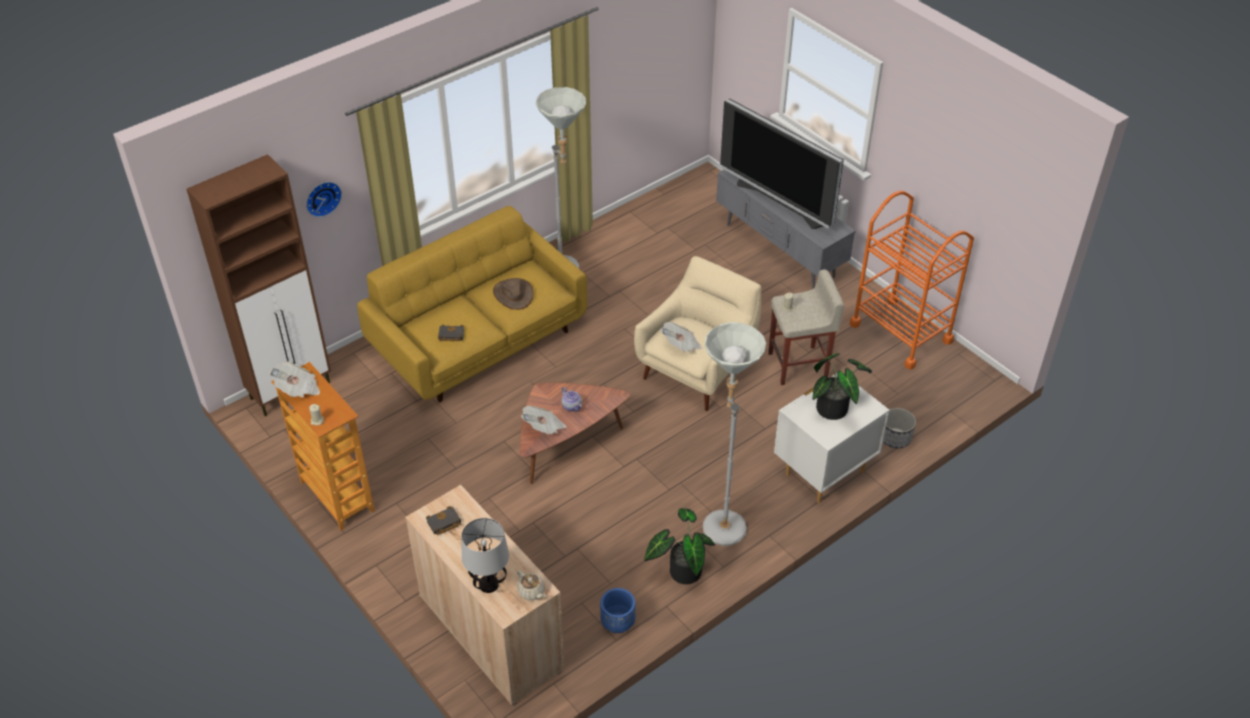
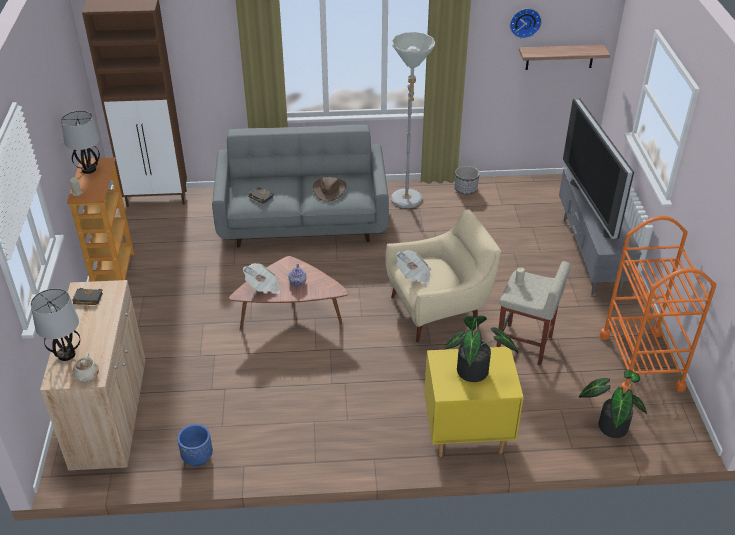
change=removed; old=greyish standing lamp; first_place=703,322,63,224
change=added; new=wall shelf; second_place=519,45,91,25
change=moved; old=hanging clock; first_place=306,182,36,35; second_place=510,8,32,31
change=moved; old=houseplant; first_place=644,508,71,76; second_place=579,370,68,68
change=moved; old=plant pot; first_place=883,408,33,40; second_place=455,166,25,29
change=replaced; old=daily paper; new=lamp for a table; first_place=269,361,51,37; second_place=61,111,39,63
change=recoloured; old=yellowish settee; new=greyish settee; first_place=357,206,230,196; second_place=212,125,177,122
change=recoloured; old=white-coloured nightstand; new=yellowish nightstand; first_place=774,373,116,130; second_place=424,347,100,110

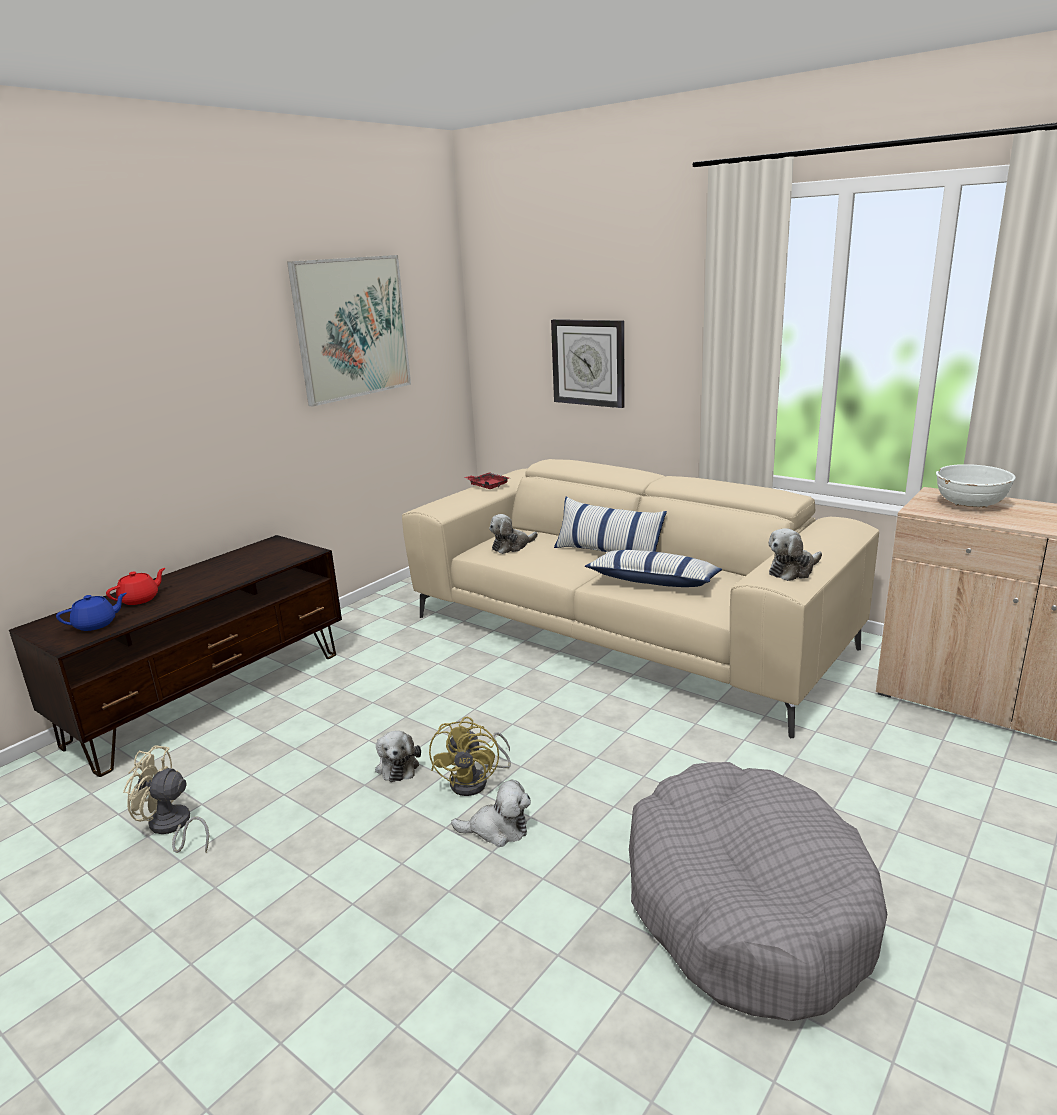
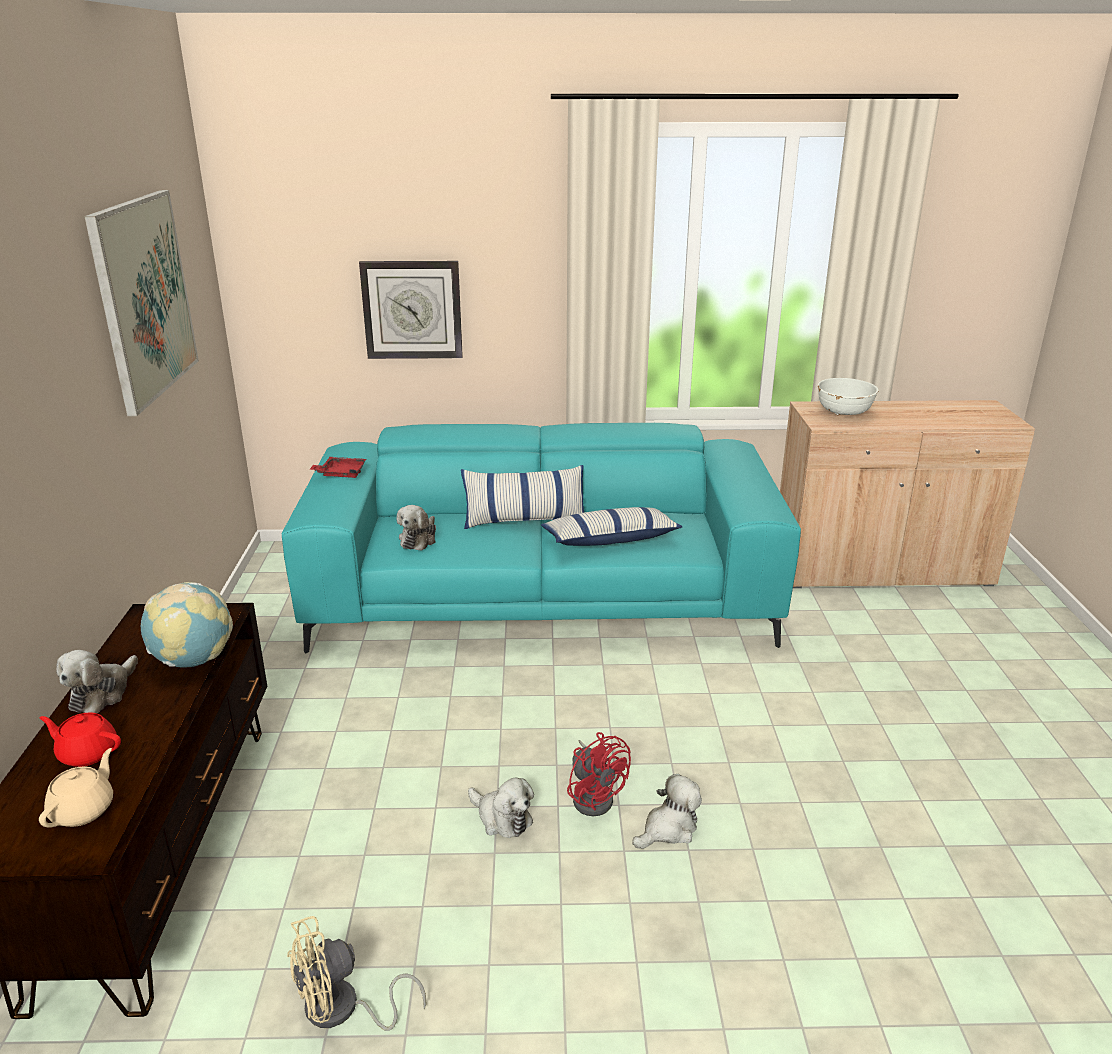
change=removed; old=greyish pet bed; first_place=629,762,258,259
change=added; new=globe; second_place=141,582,92,86
change=moved; old=soft toy; first_place=769,528,53,53; second_place=56,650,82,63
change=recoloured; old=blue-coloured teapot; new=beige-coloured teapot; first_place=56,593,71,38; second_place=39,748,74,79
change=recoloured; old=beige-coloured settee; new=turquoise-coloured settee; first_place=402,459,477,280; second_place=282,423,519,231
change=recoloured; old=yellowish fan; new=reddish fan; first_place=429,716,82,80; second_place=567,732,64,84
change=turned; old=reddish teapot; first_place=106,568,59,37; second_place=40,712,81,55; degrees=-75

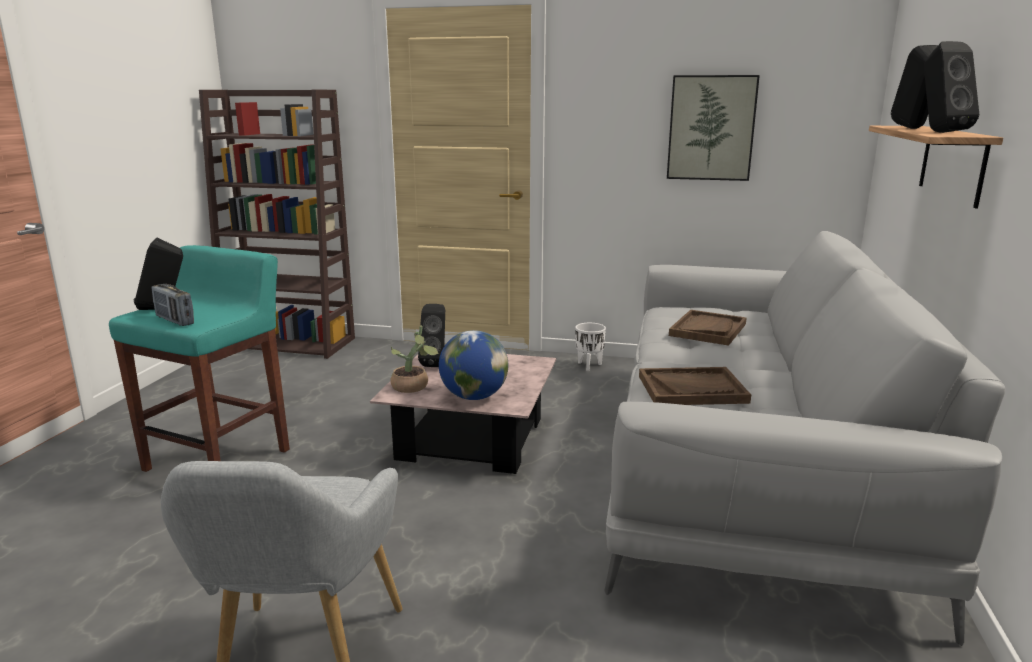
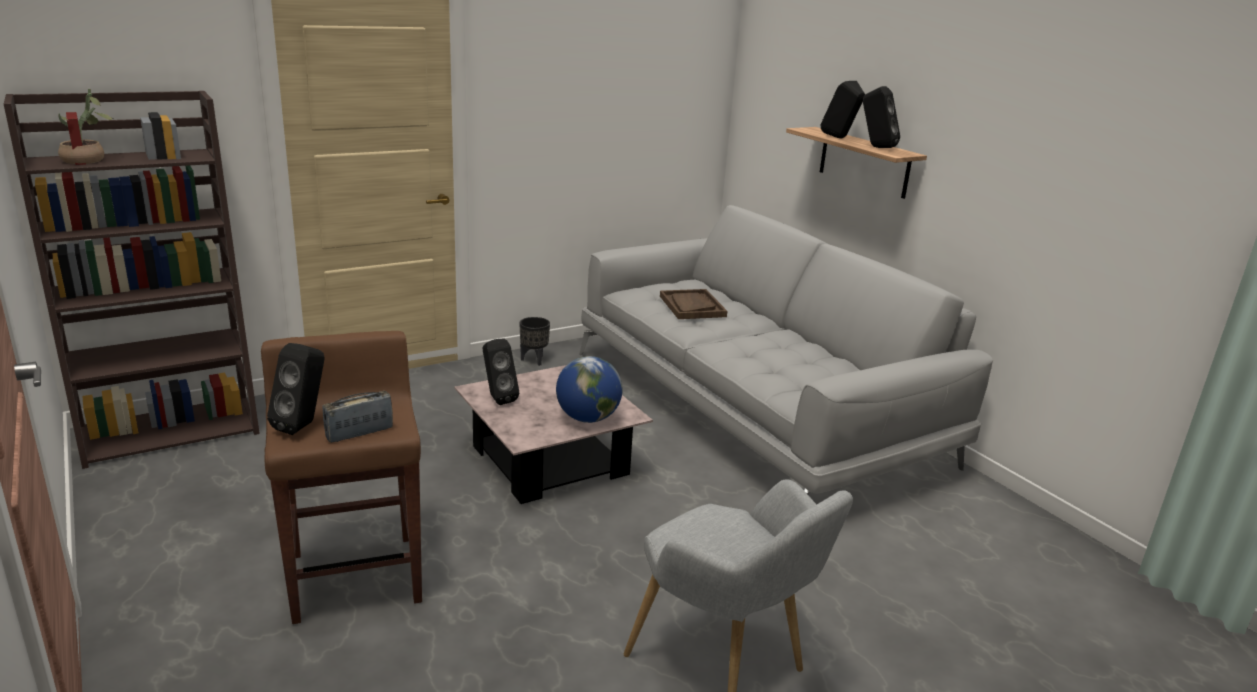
change=removed; old=brown serving tray; first_place=639,367,112,38
change=removed; old=picture; first_place=667,75,93,106
change=moved; old=houseplant; first_place=390,326,49,67; second_place=58,89,55,75
change=recoloured; old=turquoise-coloured stool seat; new=brown stool seat; first_place=109,245,181,227; second_place=261,331,161,293
change=recoloured; old=white-coloured plant pot; new=black plant pot; first_place=575,323,31,48; second_place=519,317,31,49
change=turned; old=radio; first_place=152,284,42,42; second_place=322,391,71,52; degrees=150

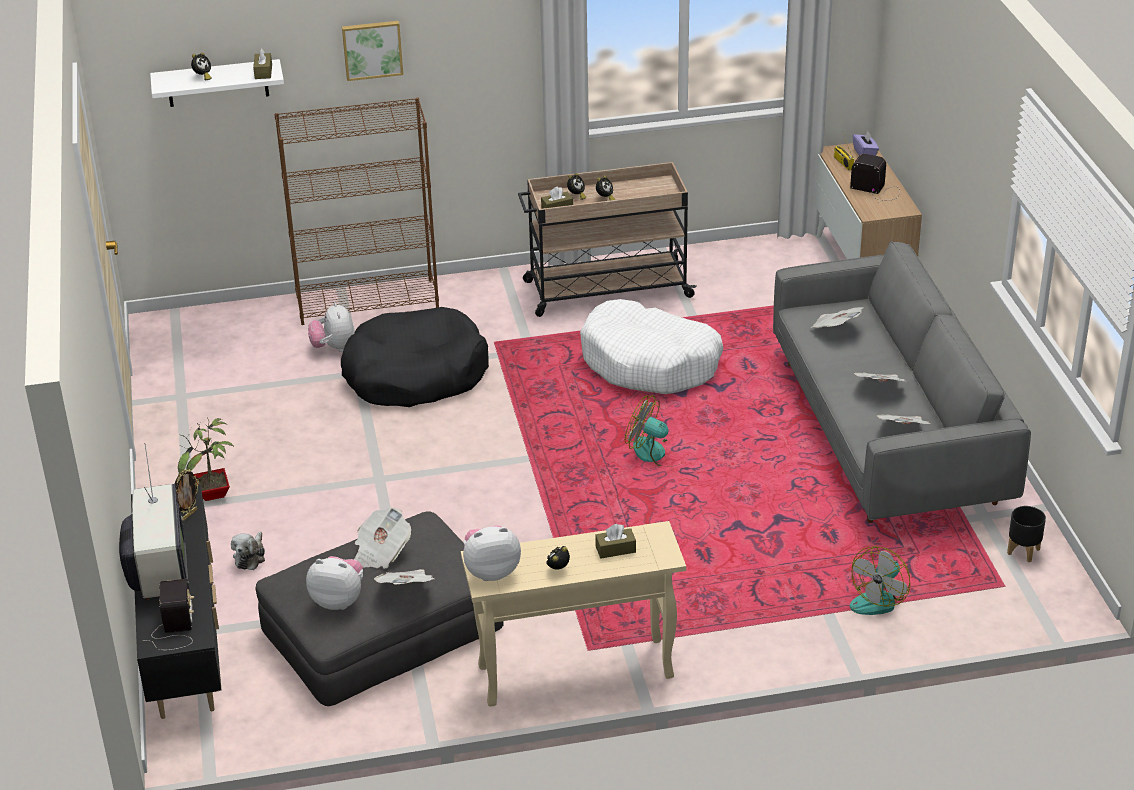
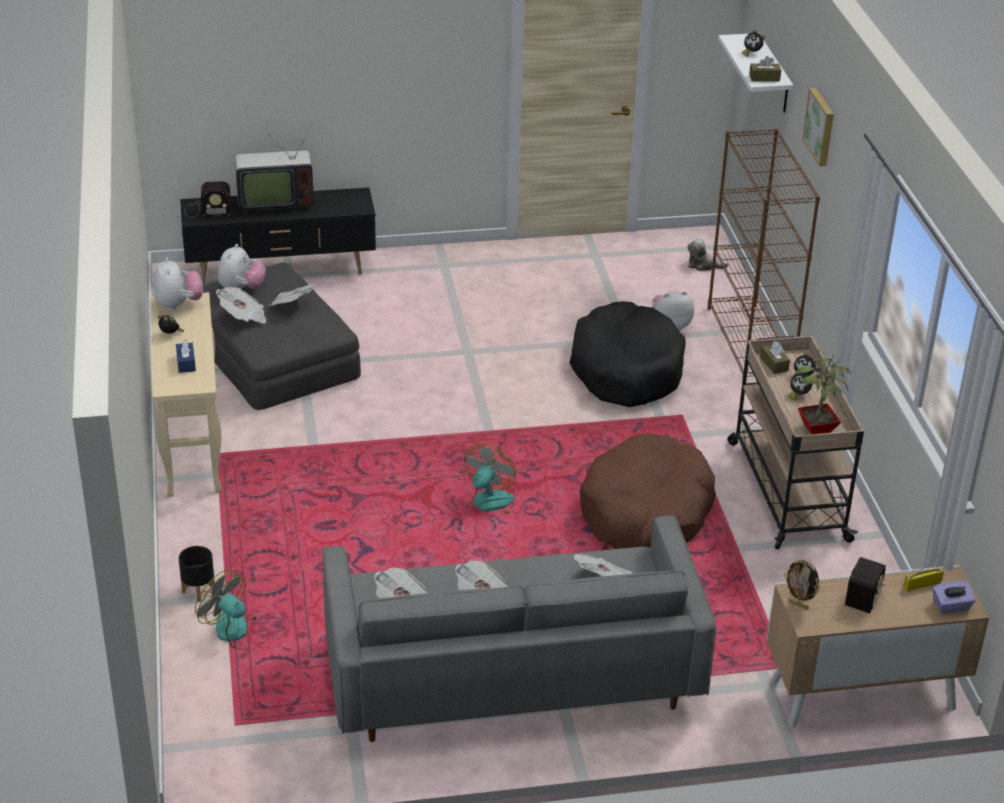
change=moved; old=standing frame; first_place=175,469,24,52; second_place=784,560,36,50
change=moved; old=houseplant; first_place=178,417,56,84; second_place=793,349,58,85
change=moved; old=soft toy; first_place=231,531,34,39; second_place=688,238,41,33
change=moved; old=black plant pot; first_place=1007,506,39,56; second_place=179,546,36,56
change=recoloured; old=white-coloured pet bed; new=brown pet bed; first_place=580,299,143,95; second_place=580,433,136,116
change=recoloured; old=brown box of tissues; new=blue-coloured box of tissues; first_place=595,524,41,35; second_place=176,339,20,34

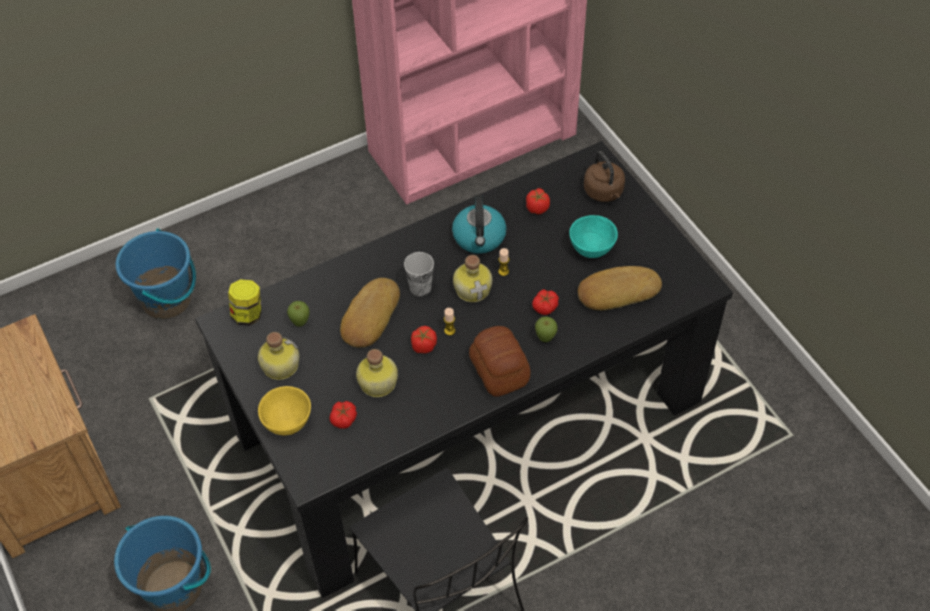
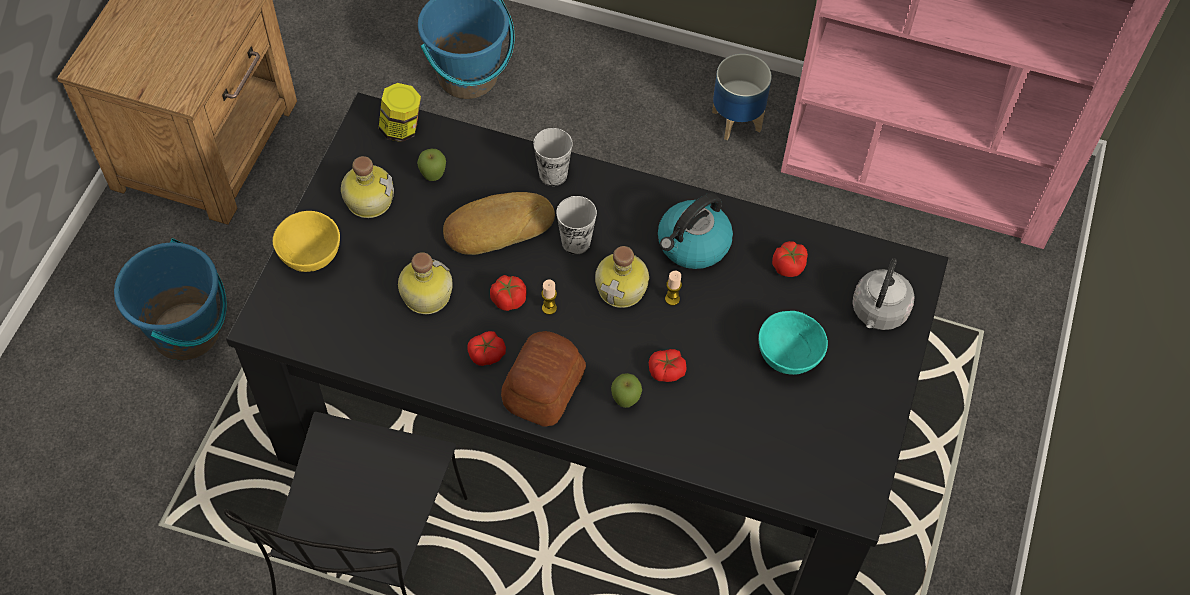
change=removed; old=bakery bread; first_place=578,266,84,44
change=added; new=small cup; second_place=533,128,40,58
change=added; new=plant pot; second_place=712,54,60,86
change=moved; old=tomato; first_place=330,401,27,28; second_place=467,331,39,35
change=recoloured; old=brown water kettle; new=greyish water kettle; first_place=584,151,41,51; second_place=852,258,63,72

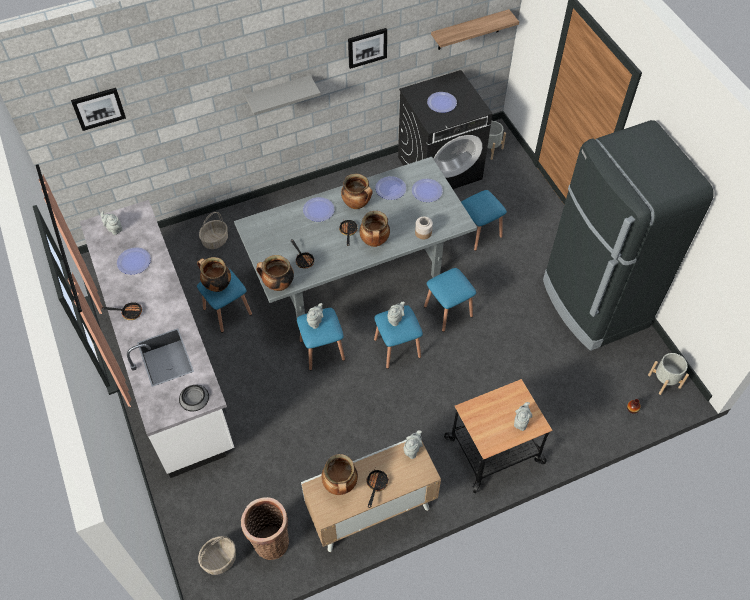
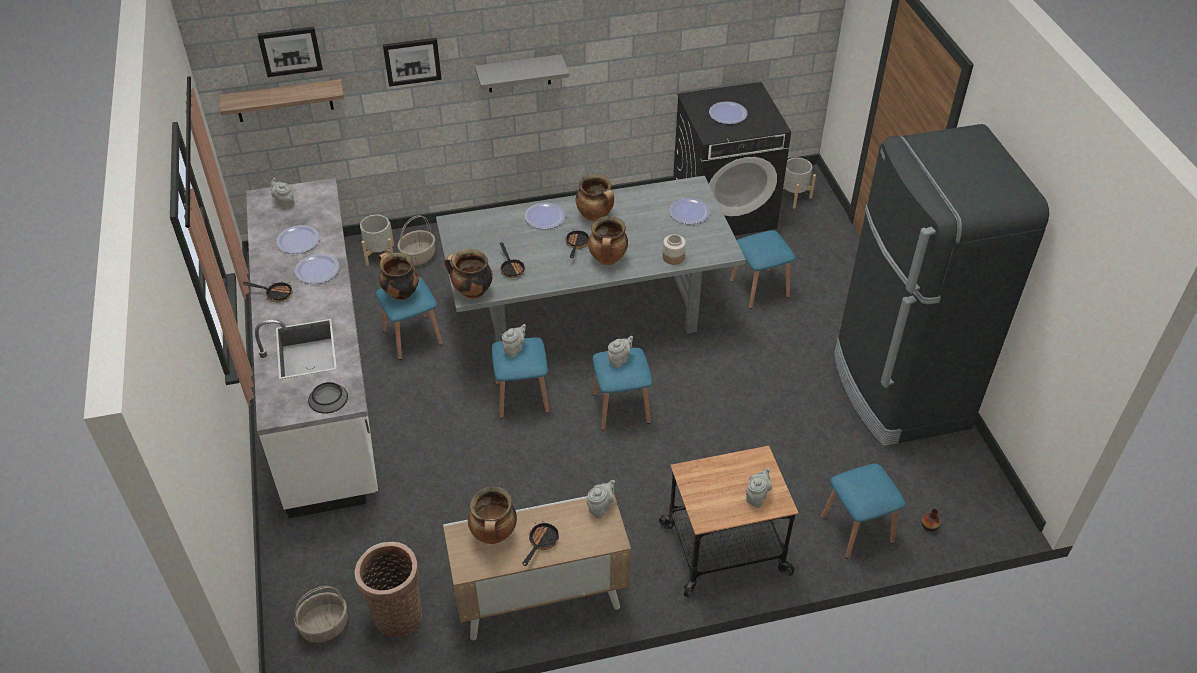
change=moved; old=picture; first_place=348,28,39,41; second_place=383,38,59,49
change=moved; old=dinner plate; first_place=375,176,31,24; second_place=295,254,45,30
change=moved; old=blue-coloured stool seat; first_place=424,268,52,64; second_place=821,464,84,95
change=moved; old=wall shelf; first_place=431,9,88,41; second_place=220,79,124,43
change=moved; old=greyish plant pot; first_place=648,353,41,42; second_place=360,215,34,51

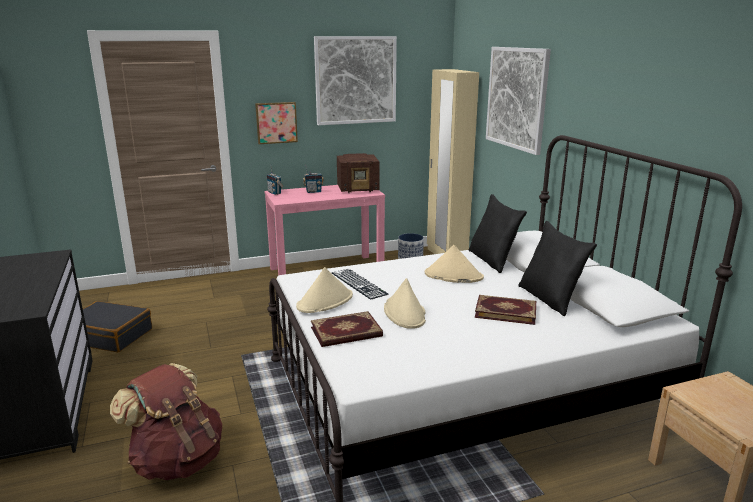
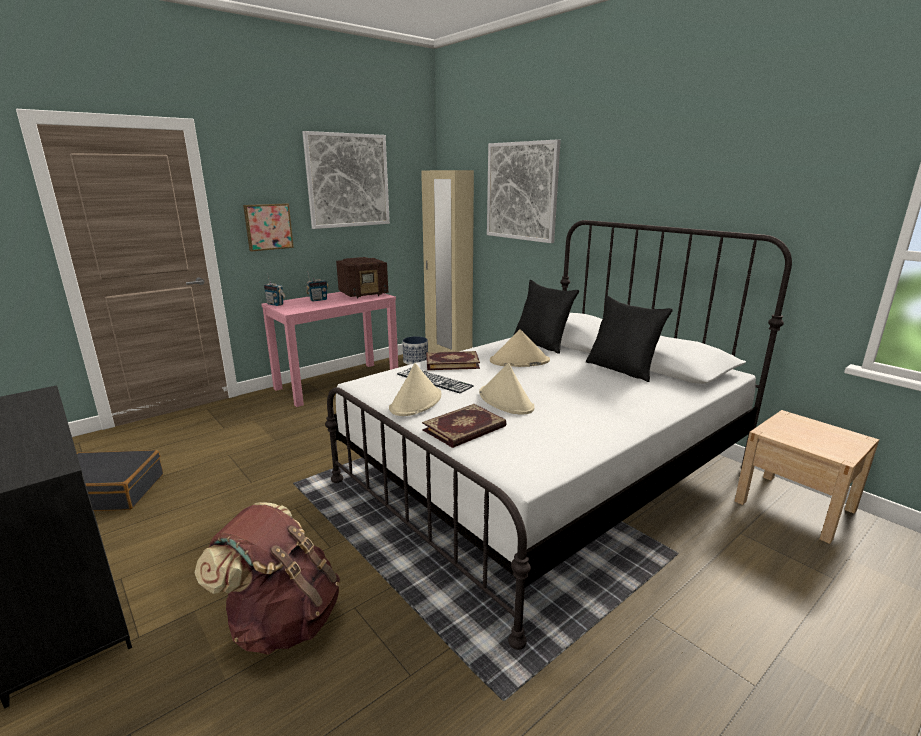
change=moved; old=volume; first_place=475,295,61,30; second_place=426,351,54,19

